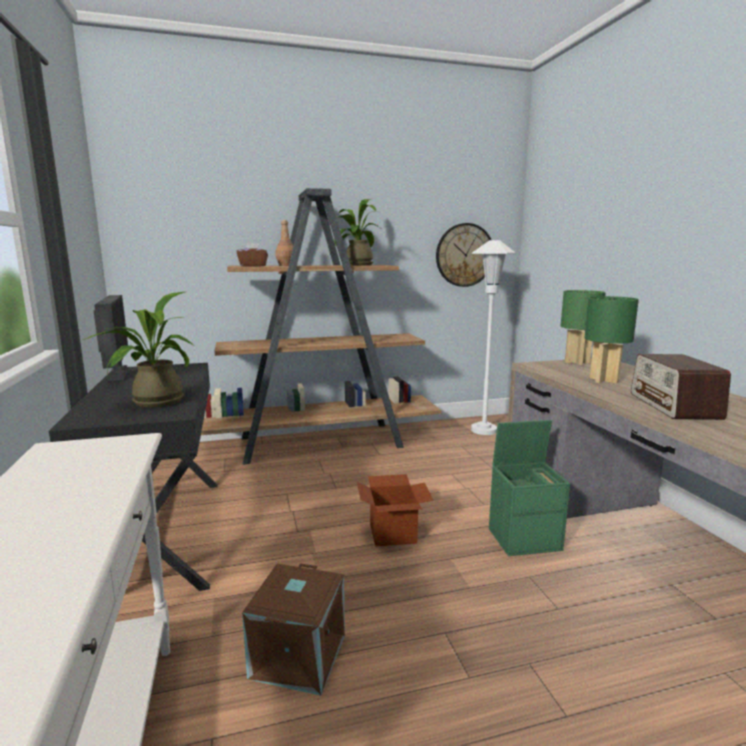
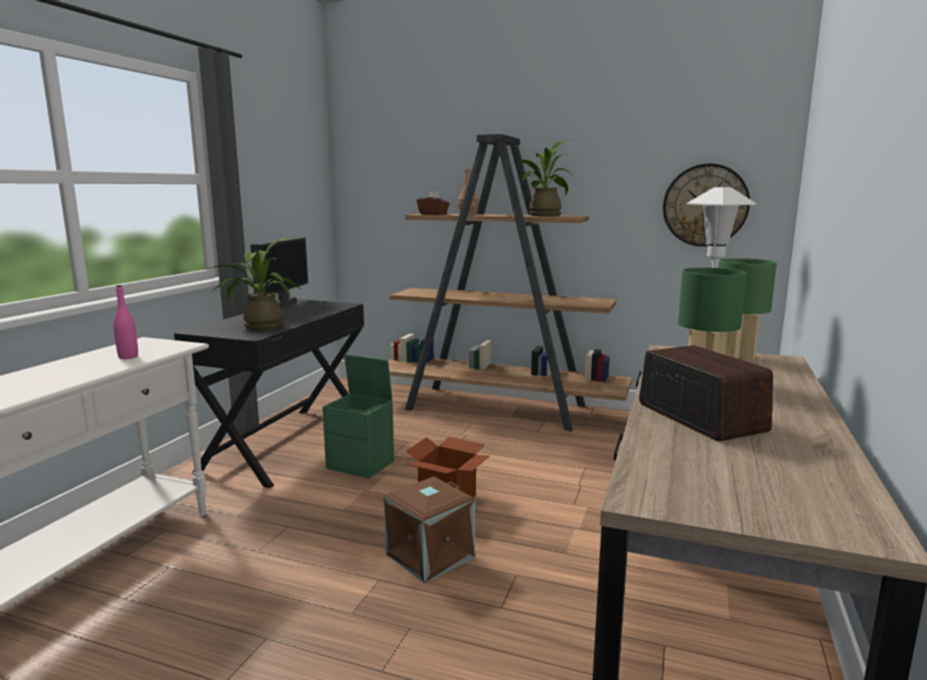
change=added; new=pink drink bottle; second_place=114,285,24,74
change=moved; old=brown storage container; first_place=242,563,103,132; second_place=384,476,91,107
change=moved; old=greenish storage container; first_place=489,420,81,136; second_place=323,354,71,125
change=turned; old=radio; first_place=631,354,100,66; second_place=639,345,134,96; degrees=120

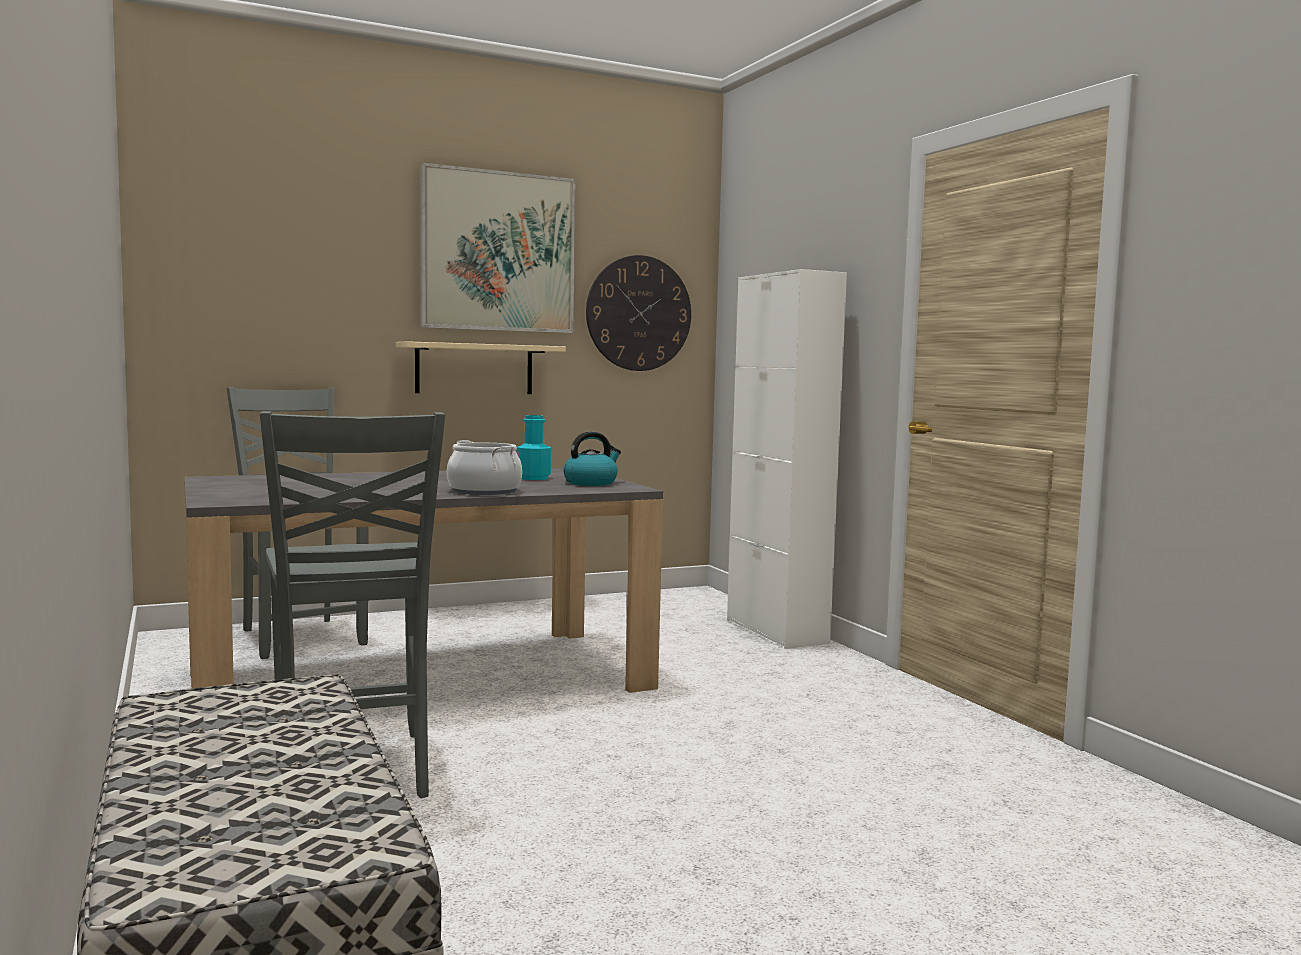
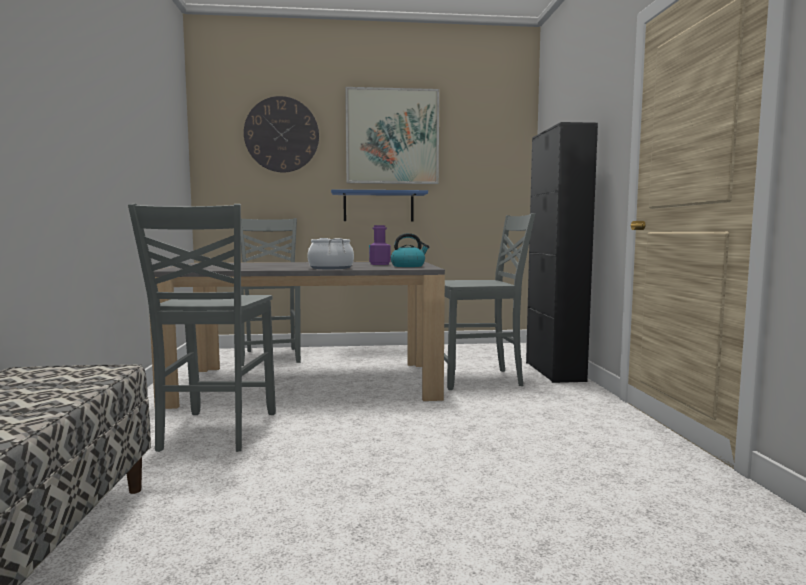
change=added; new=greyish plain chair; second_place=444,213,91,177
change=moved; old=hanging clock; first_place=586,255,105,116; second_place=244,96,75,76
change=recoloured; old=beige-coloured wall shelf; new=blue-coloured wall shelf; first_place=396,341,170,53; second_place=331,189,97,32
change=recoloured; old=turquoise-coloured drink bottle; new=purple-coloured drink bottle; first_place=516,415,35,65; second_place=369,225,21,40
change=recoloured; old=white-coloured storage cabinet; new=black storage cabinet; first_place=727,269,120,380; second_place=526,122,72,261

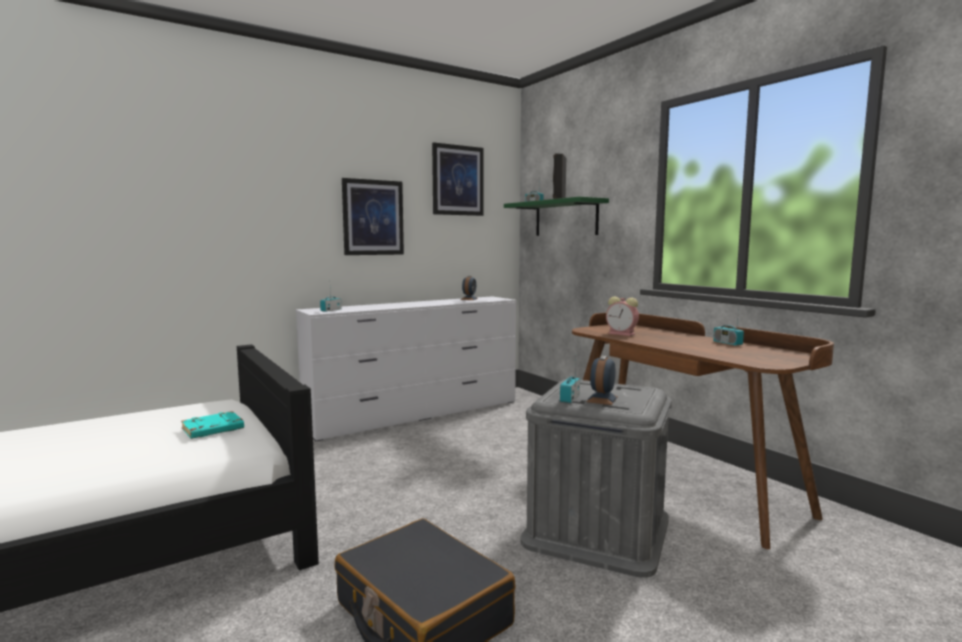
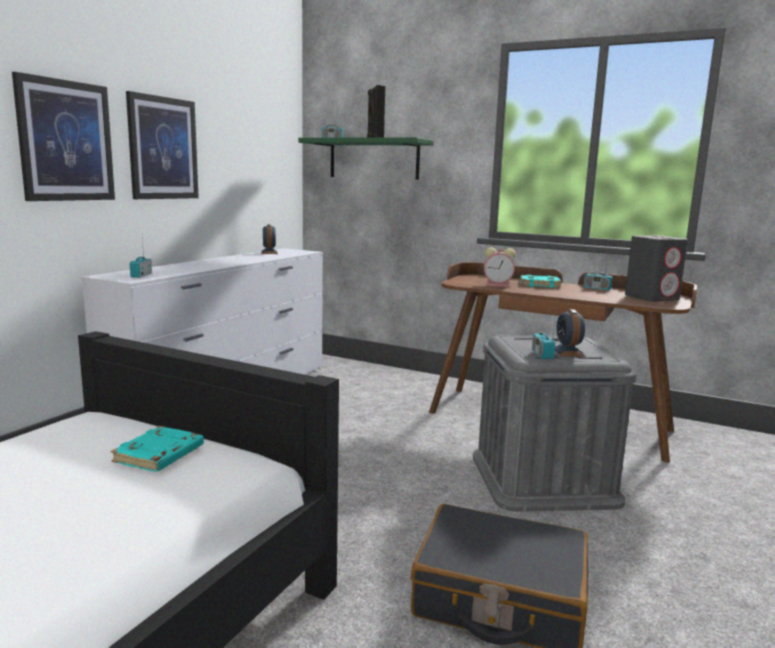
change=added; new=turquoise-coloured volume; second_place=520,275,41,13
change=added; new=greyish speaker; second_place=625,236,63,66
change=moved; old=picture; first_place=432,142,51,74; second_place=12,72,103,129

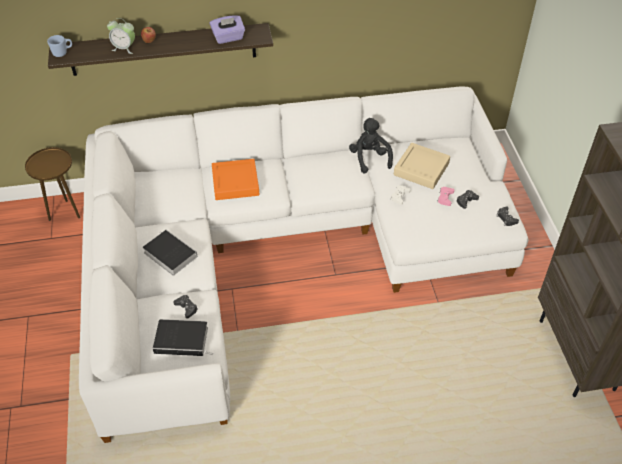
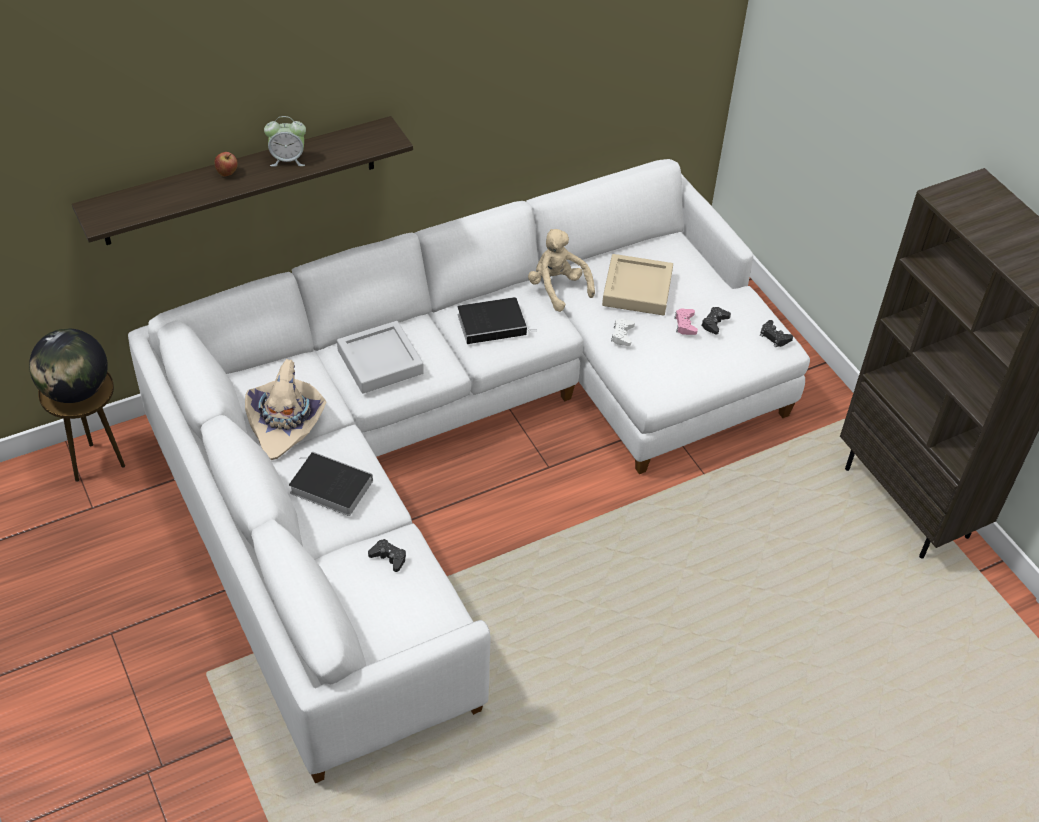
change=removed; old=blue-coloured coffee mug; first_place=47,35,25,22
change=removed; old=purple-coloured box of tissues; first_place=210,15,35,29
change=added; new=globe; second_place=29,328,79,75
change=added; new=beige-coloured wearable hat; second_place=245,359,81,101
change=moved; old=alarm clock; first_place=107,18,28,36; second_place=264,116,42,50
change=moved; old=volume; first_place=153,319,60,37; second_place=458,297,74,47
change=recoloured; old=orange serving tray; new=greyish serving tray; first_place=212,159,47,41; second_place=337,321,87,73
change=recoloured; old=black soft toy; new=beige-coloured soft toy; first_place=349,118,44,56; second_place=528,229,67,83

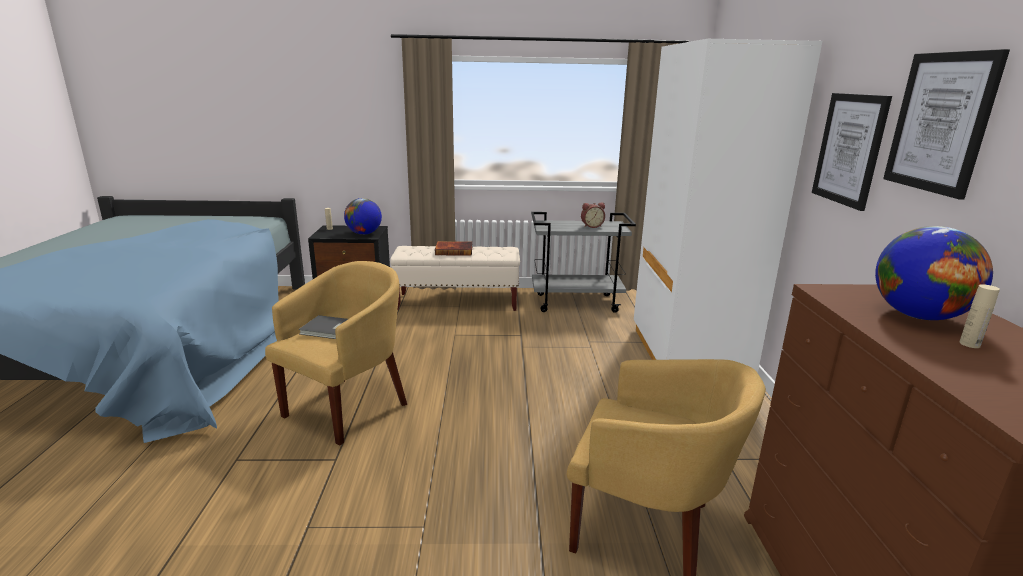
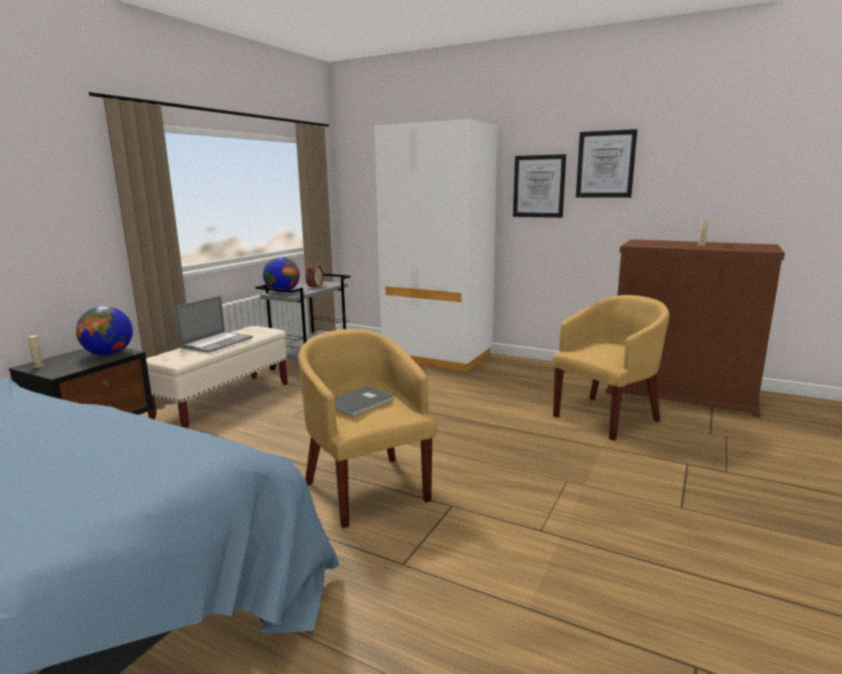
change=moved; old=globe; first_place=875,226,118,94; second_place=263,257,37,36
change=replaced; old=volume; new=notebook computer; first_place=435,241,37,14; second_place=174,296,79,57

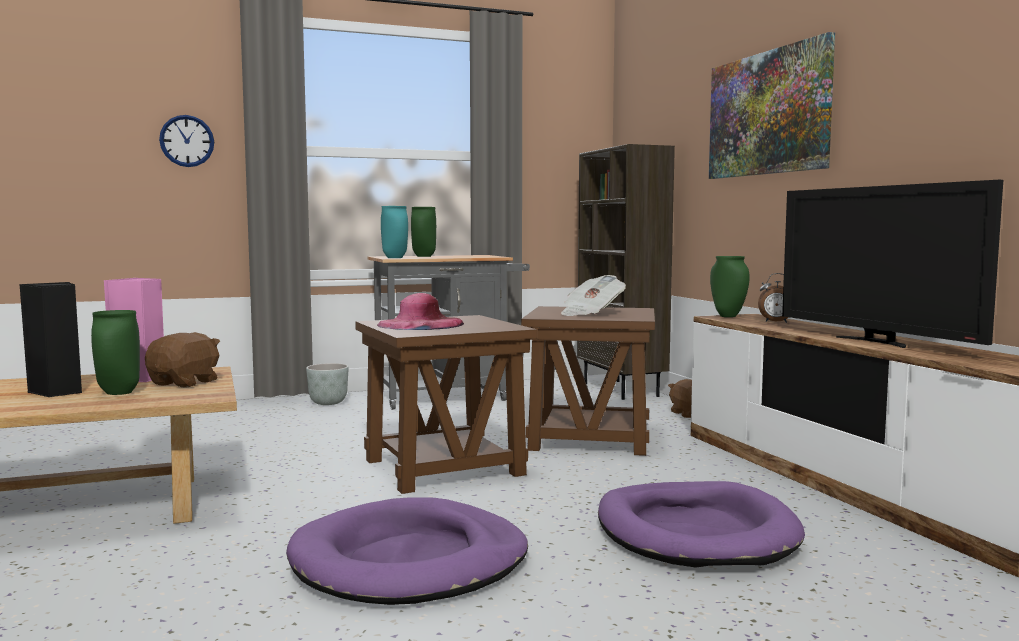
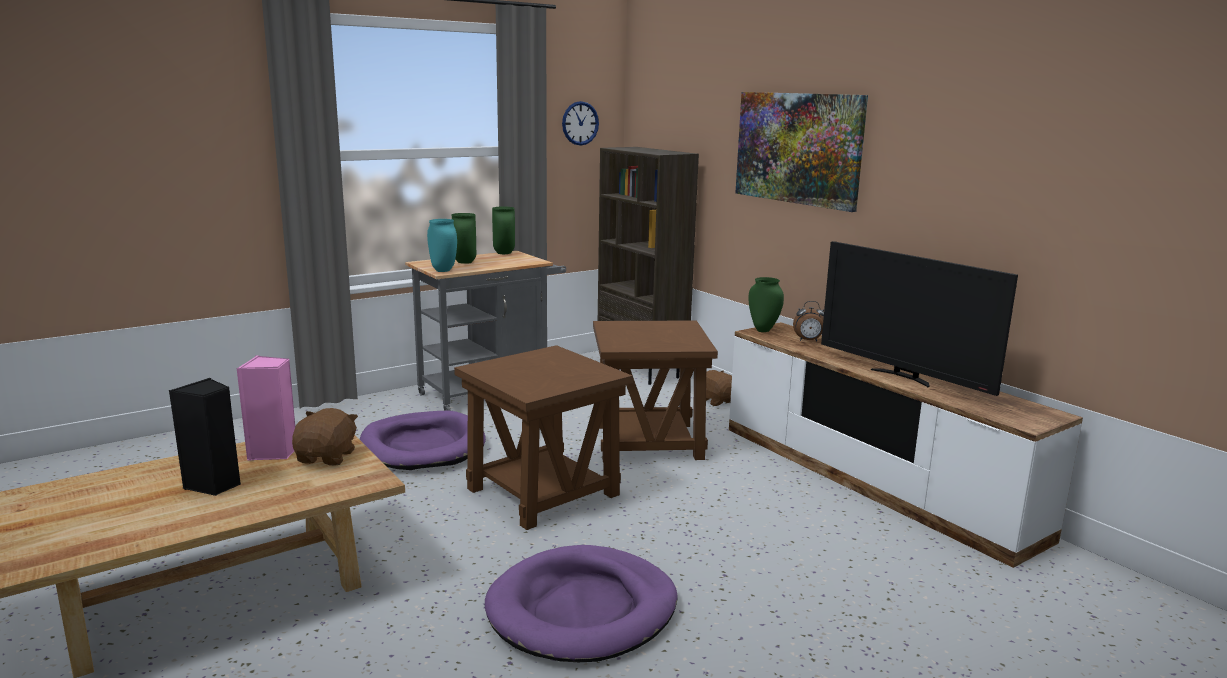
change=removed; old=greyish plant pot; first_place=306,363,43,42
change=removed; old=pink wearable hat; first_place=377,293,87,37
change=removed; old=daily paper; first_place=561,275,65,41
change=moved; old=greenish decorative vase; first_place=91,310,49,85; second_place=492,207,23,47
change=moved; old=hanging clock; first_place=159,115,55,52; second_place=562,101,37,44
change=moved; old=purple-coloured pet bed; first_place=598,481,207,87; second_place=360,411,126,59

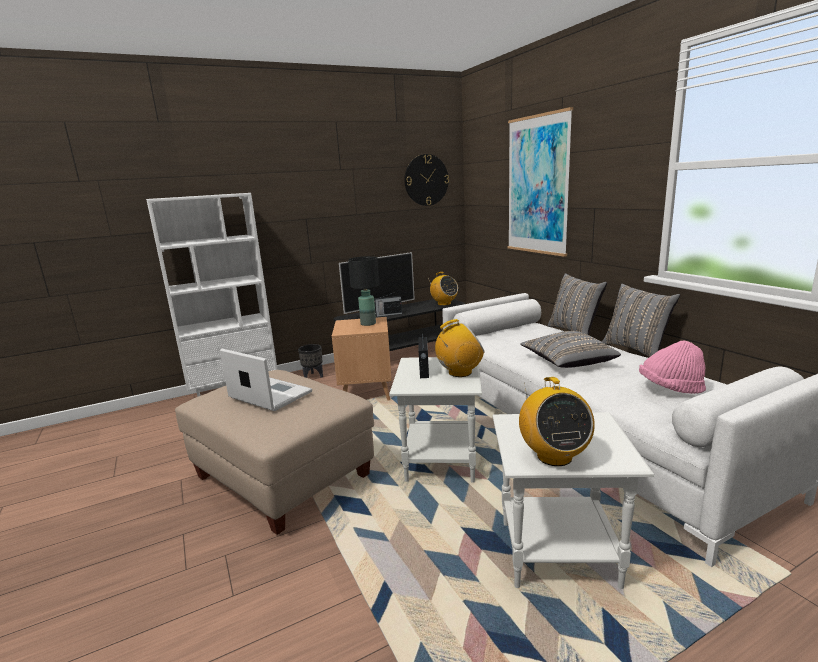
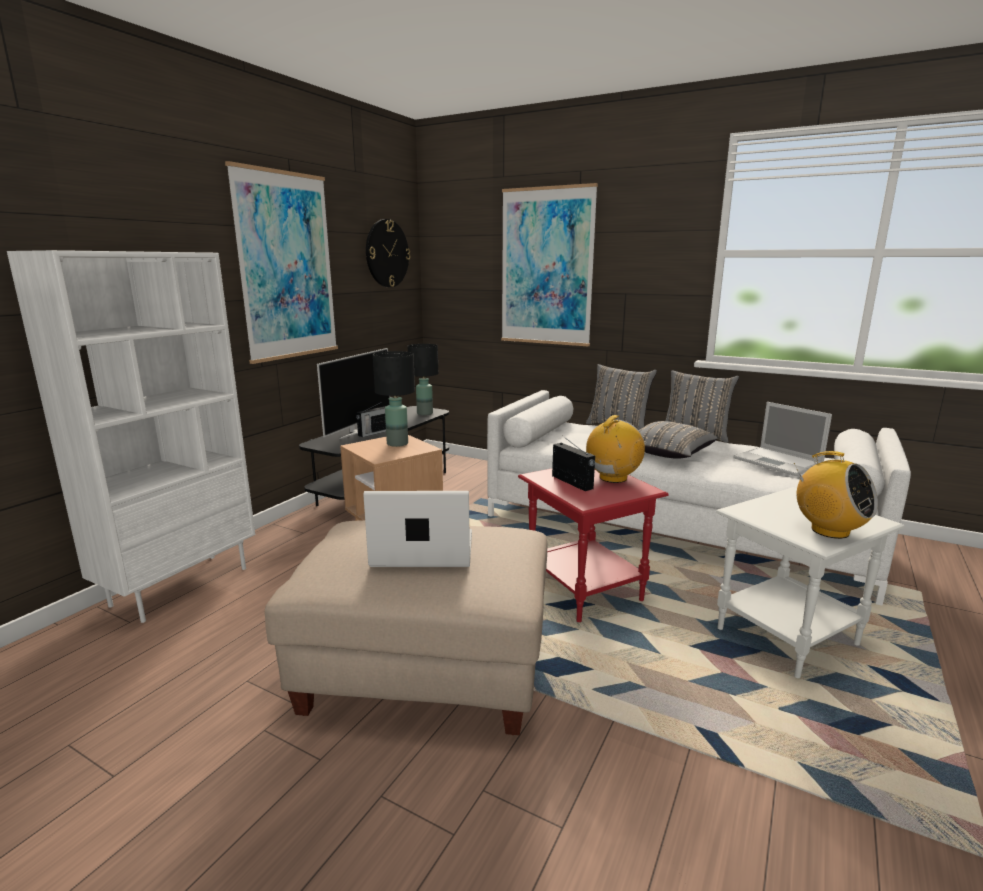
change=removed; old=black plant pot; first_place=298,344,25,34
change=added; new=picture; second_place=225,161,113,203
change=replaced; old=radio; new=black lamp for a table; first_place=428,272,30,34; second_place=407,344,31,71
change=replaced; old=pink wearable hat; new=notebook computer; first_place=639,341,67,53; second_place=733,402,99,74
change=recoloured; old=white-coloured accent table; new=reddish accent table; first_place=389,357,93,126; second_place=518,468,151,154

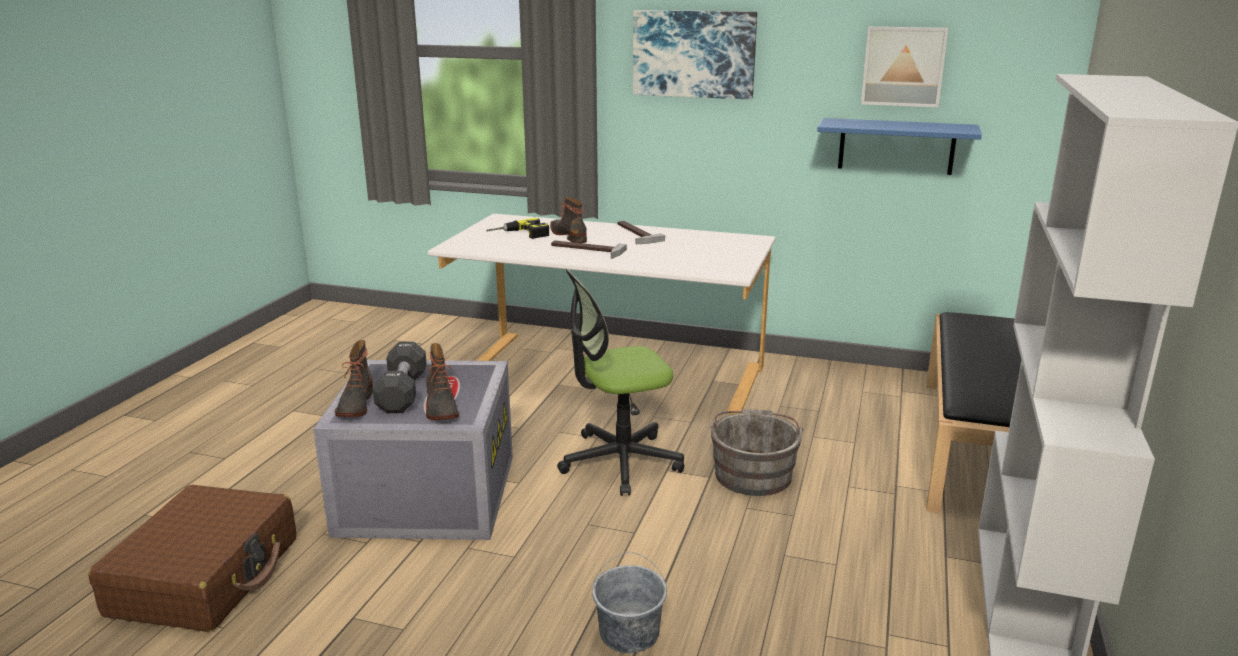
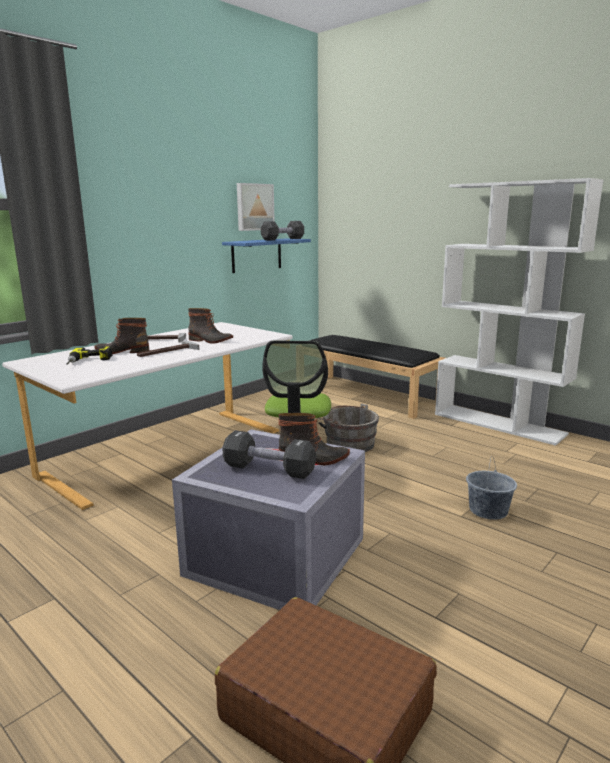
change=removed; old=picture; first_place=633,10,124,89
change=added; new=black free weight; second_place=261,221,43,19
change=moved; old=high-top boot; first_place=335,340,38,77; second_place=188,308,45,36

